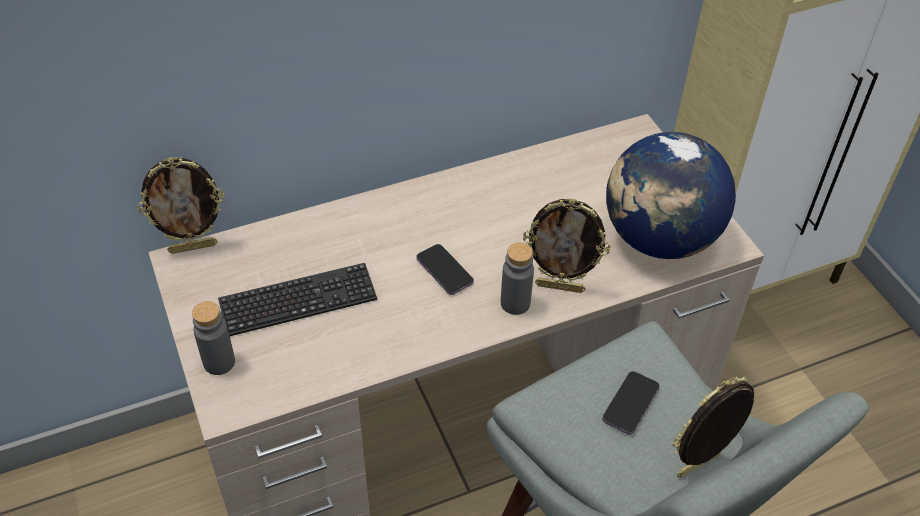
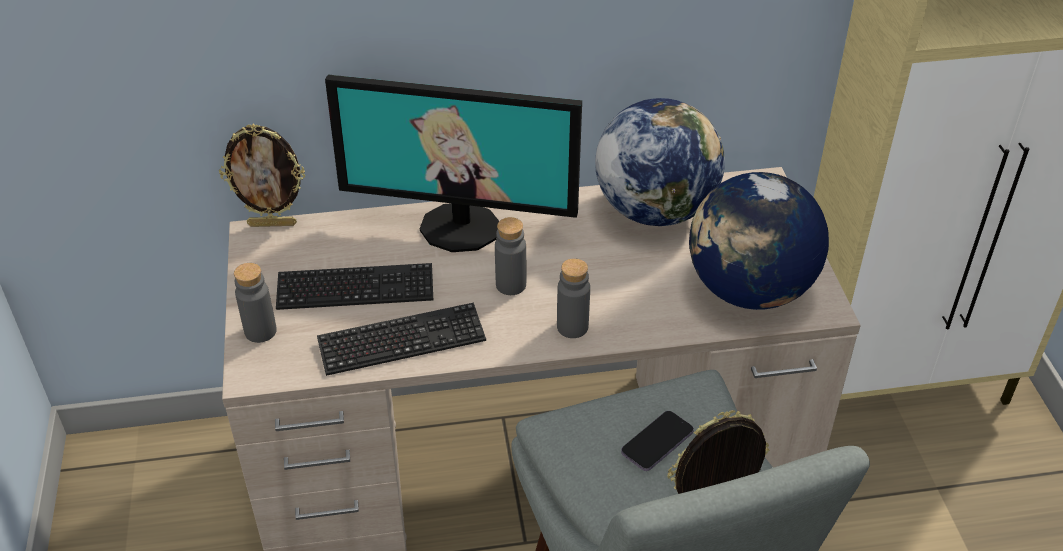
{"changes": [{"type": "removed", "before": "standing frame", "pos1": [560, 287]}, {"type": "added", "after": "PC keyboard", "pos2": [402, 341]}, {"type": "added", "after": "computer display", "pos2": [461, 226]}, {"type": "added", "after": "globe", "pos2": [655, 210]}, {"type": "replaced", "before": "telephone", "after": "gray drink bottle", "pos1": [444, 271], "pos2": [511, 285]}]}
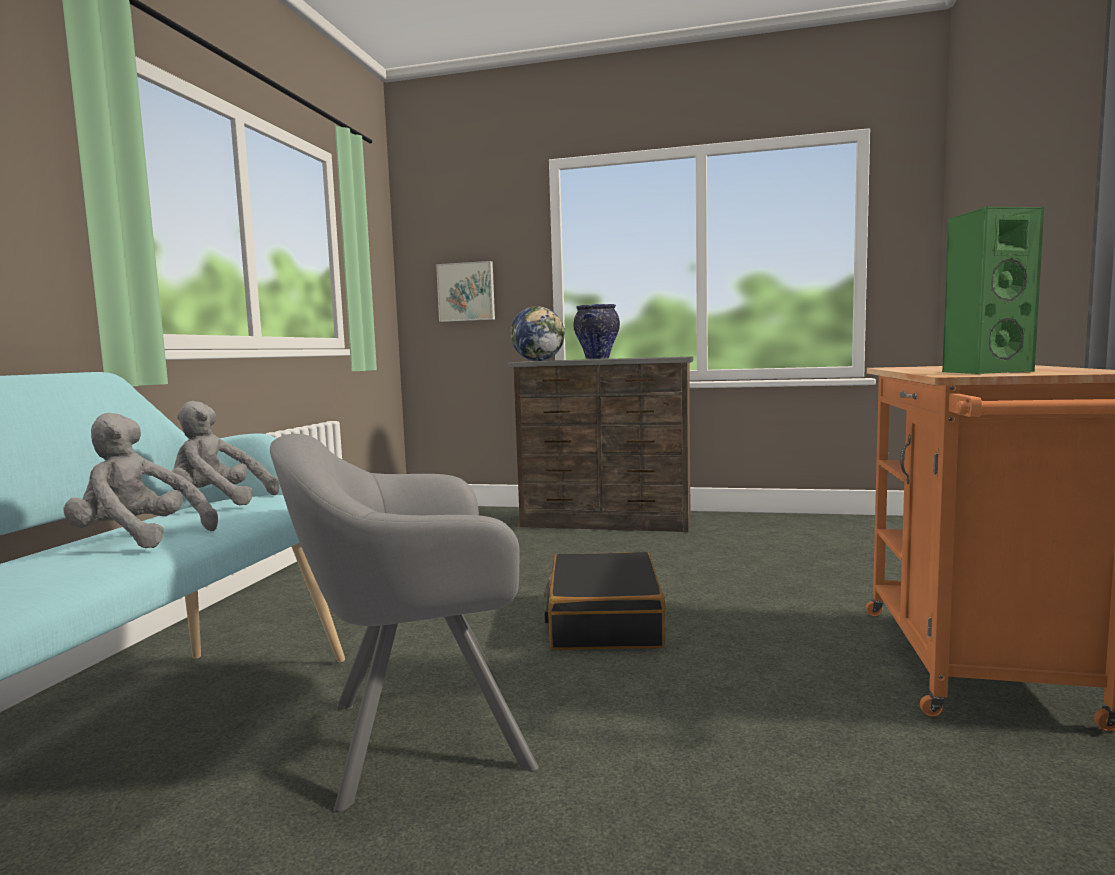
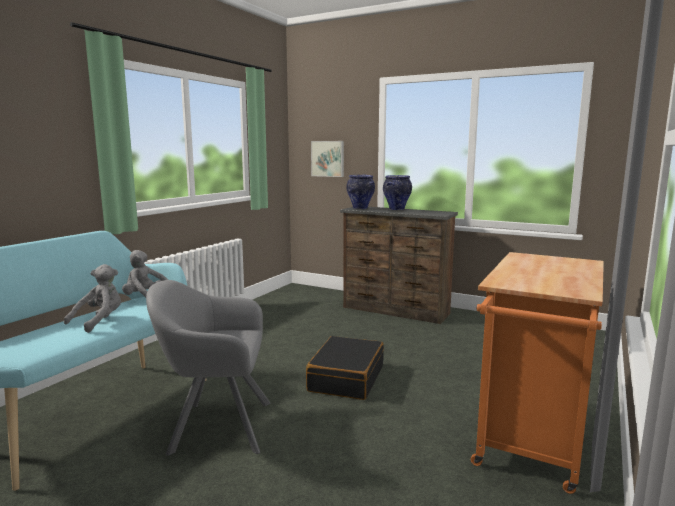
{"changes": [{"type": "removed", "before": "green-coloured audio speaker", "pos1": [983, 372]}, {"type": "replaced", "before": "globe", "after": "flower vase", "pos1": [538, 360], "pos2": [360, 208]}, {"type": "turned", "before": "gray plush toy", "pos1": [138, 539], "pos2": [100, 321], "turn": 90}]}
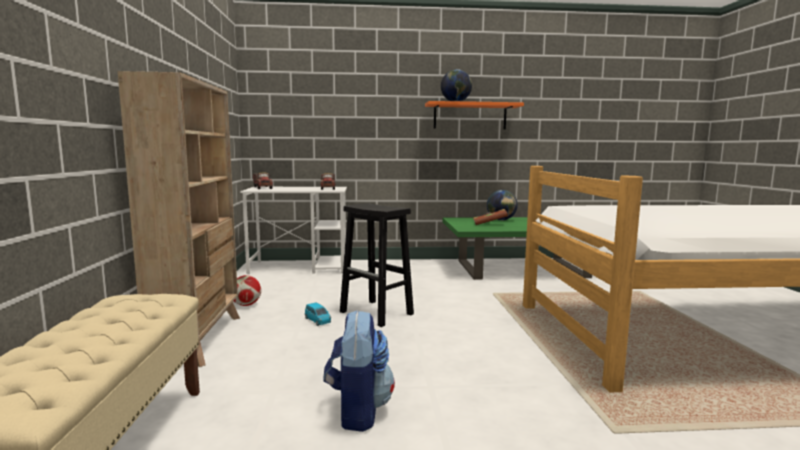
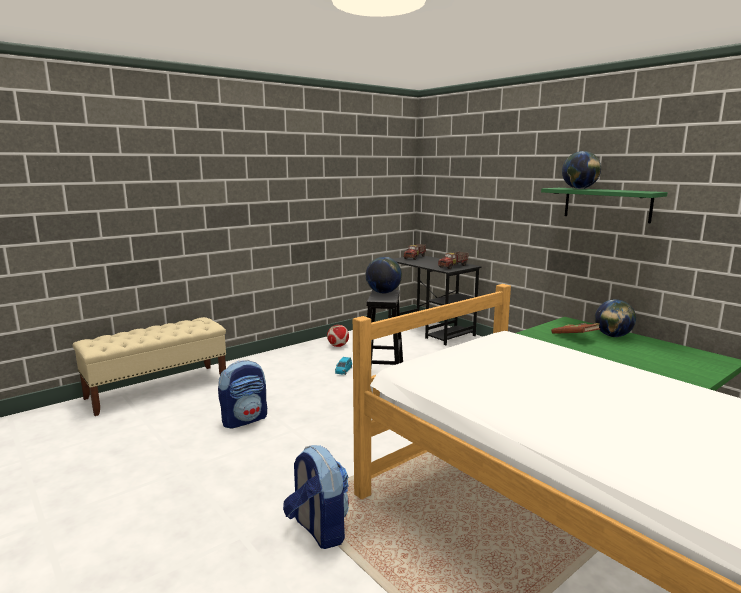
{"changes": [{"type": "removed", "before": "beige-coloured bookcase", "pos1": [199, 339]}, {"type": "added", "after": "rucksack", "pos2": [318, 529]}, {"type": "added", "after": "globe", "pos2": [383, 293]}, {"type": "recoloured", "before": "white-coloured desk table", "after": "black desk table", "pos1": [300, 267], "pos2": [431, 330]}, {"type": "recoloured", "before": "orange wall shelf", "after": "green-coloured wall shelf", "pos1": [470, 116], "pos2": [606, 204]}]}
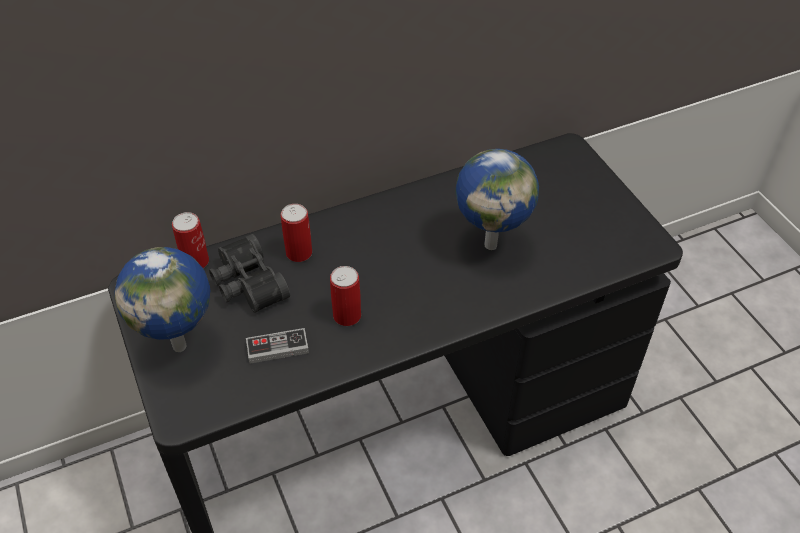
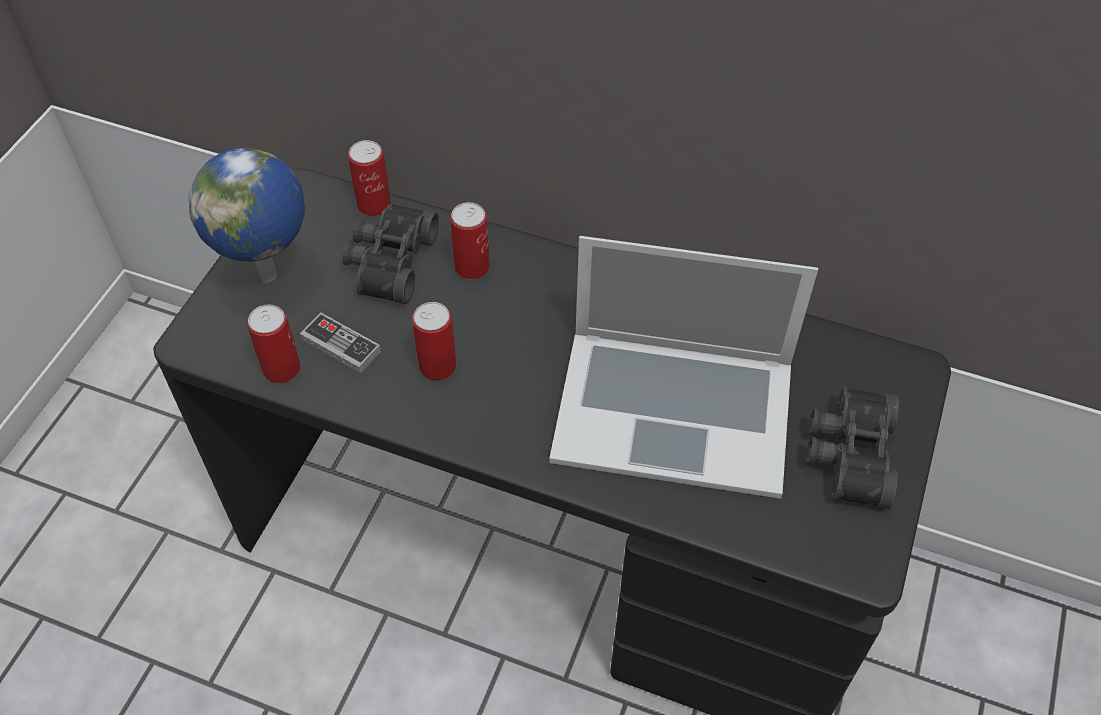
{"changes": [{"type": "added", "after": "can", "pos2": [281, 368]}, {"type": "added", "after": "black pair of binoculars", "pos2": [847, 454]}, {"type": "replaced", "before": "globe", "after": "portable computer", "pos1": [491, 244], "pos2": [673, 409]}]}
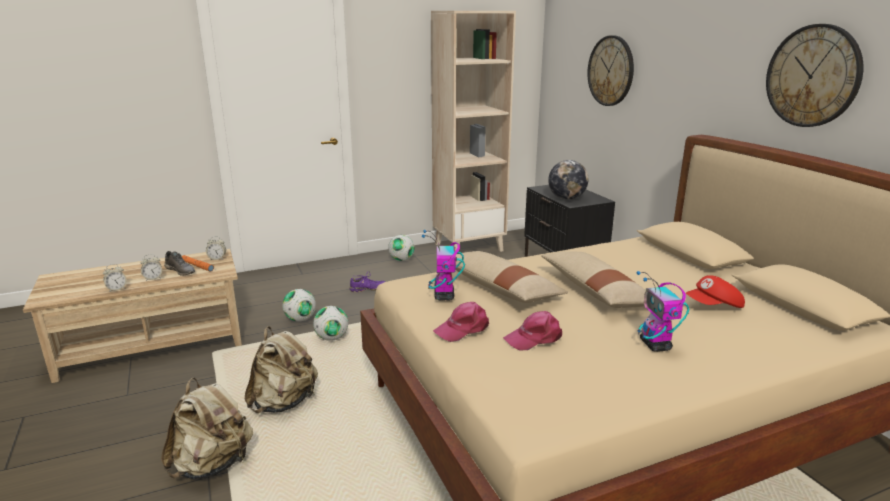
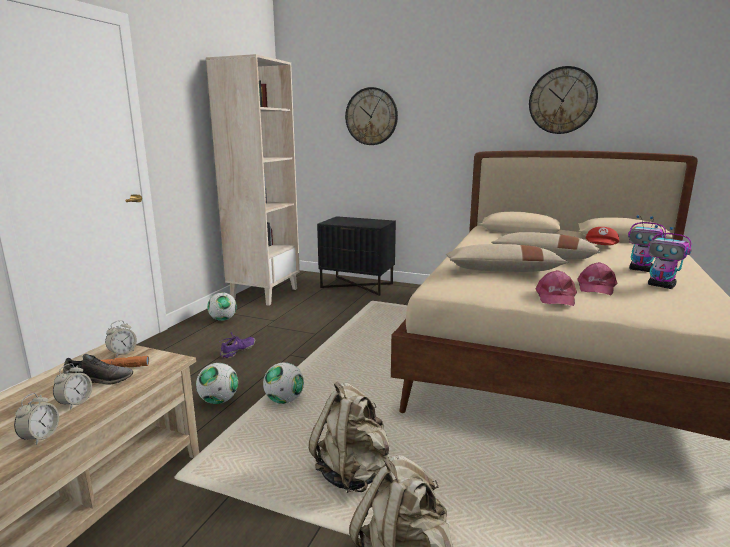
{"changes": [{"type": "removed", "before": "globe", "pos1": [566, 198]}, {"type": "moved", "before": "robot figure", "pos1": [444, 296], "pos2": [662, 286]}]}
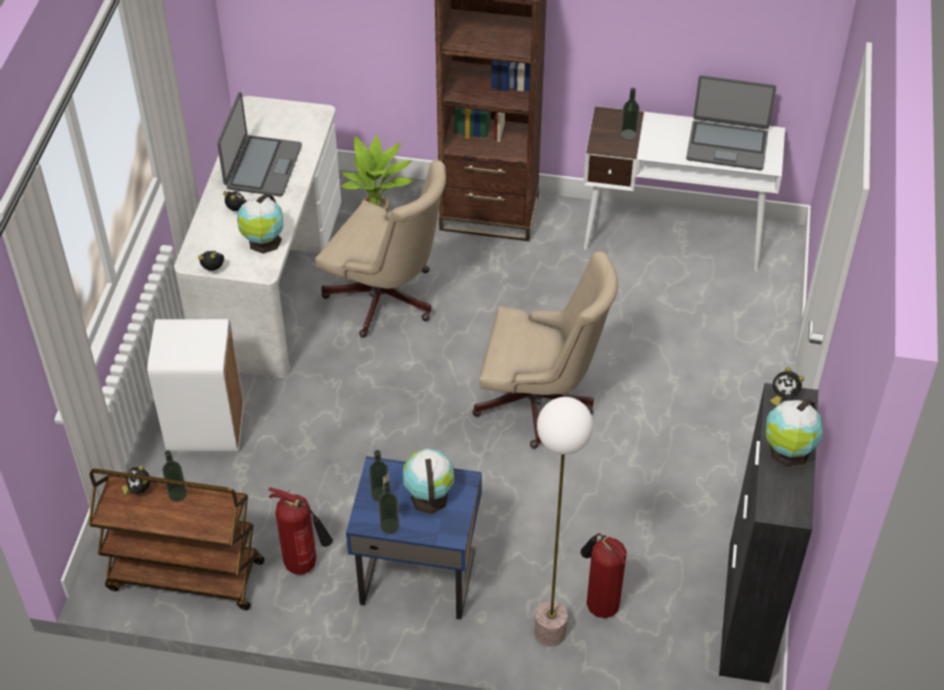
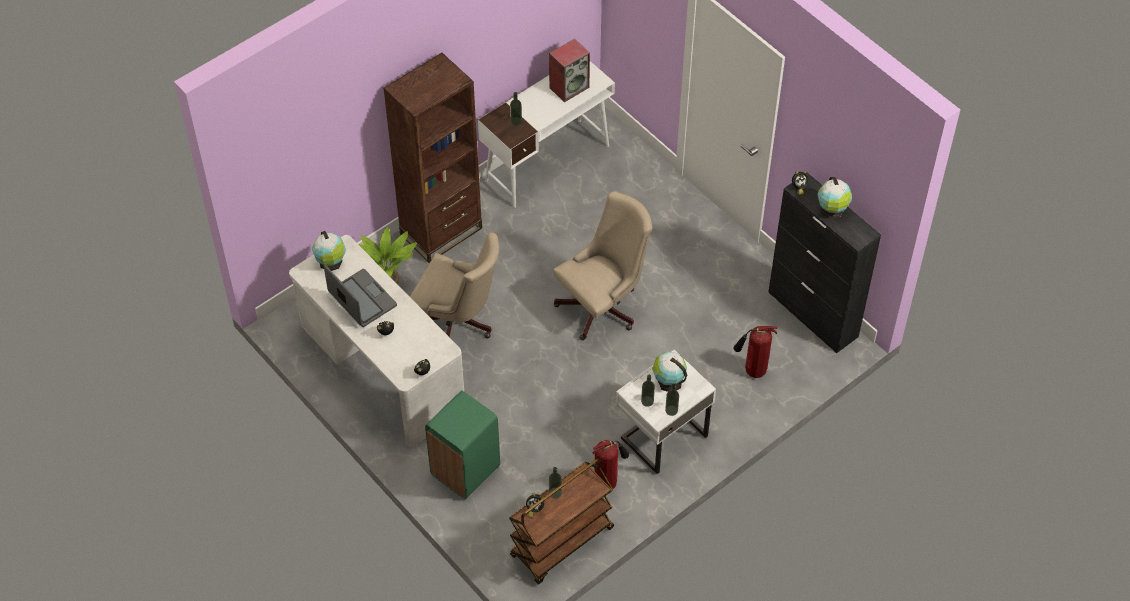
{"changes": [{"type": "removed", "before": "floor lamp", "pos1": [550, 633]}, {"type": "moved", "before": "globe", "pos1": [264, 242], "pos2": [331, 263]}, {"type": "replaced", "before": "portable computer", "after": "audio speaker", "pos1": [727, 145], "pos2": [569, 87]}, {"type": "recoloured", "before": "white-coloured trash can", "after": "green-coloured trash can", "pos1": [205, 427], "pos2": [464, 470]}, {"type": "recoloured", "before": "blue night table", "after": "white-coloured night table", "pos1": [418, 575], "pos2": [662, 436]}, {"type": "turned", "before": "beige-coloured desk chair", "pos1": [387, 300], "pos2": [457, 323], "turn": 45}]}
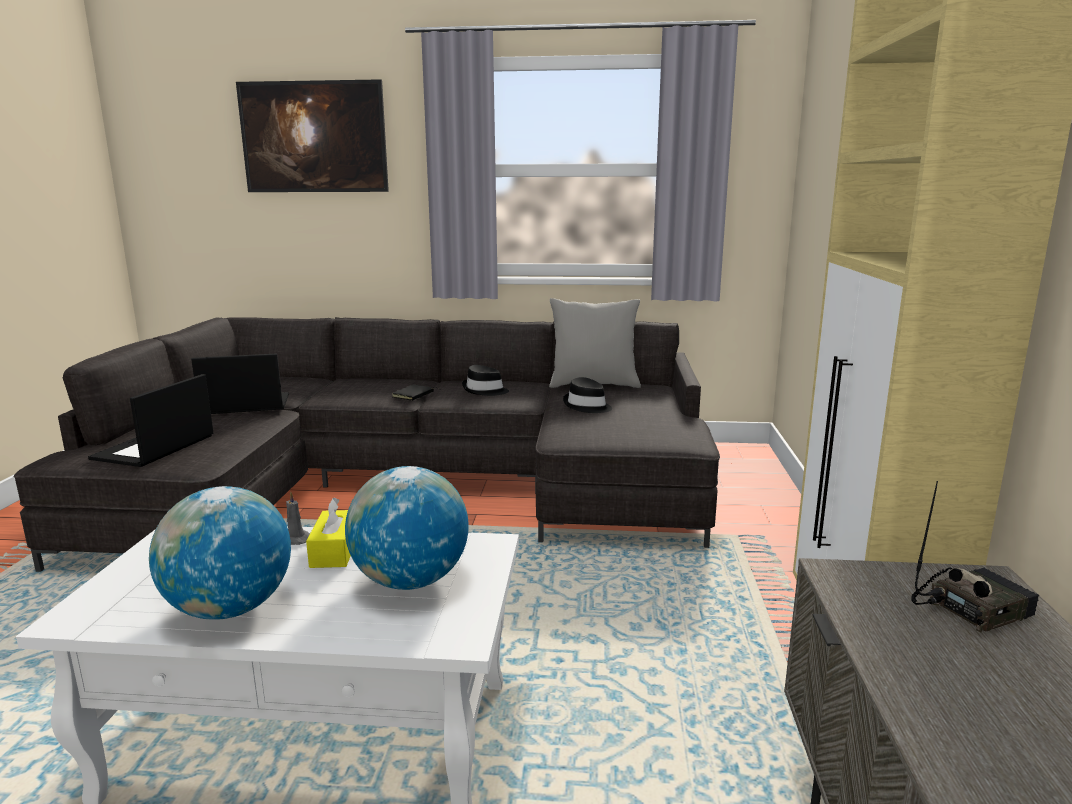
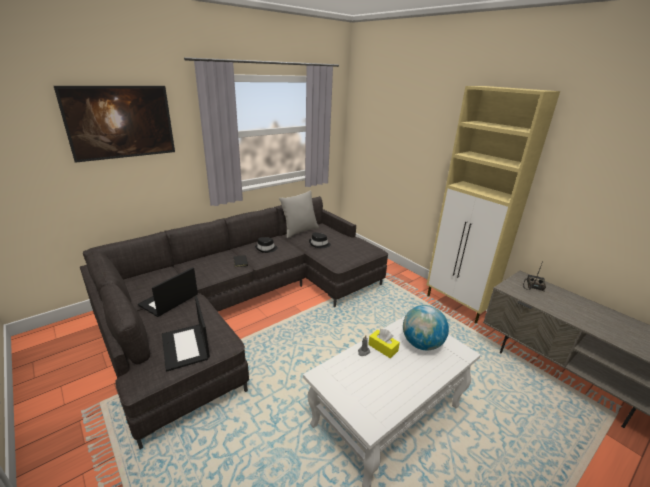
{"changes": [{"type": "removed", "before": "globe", "pos1": [229, 608]}]}
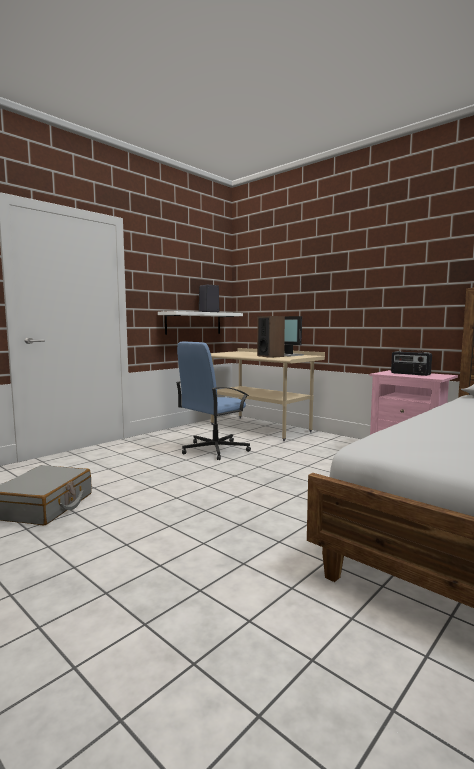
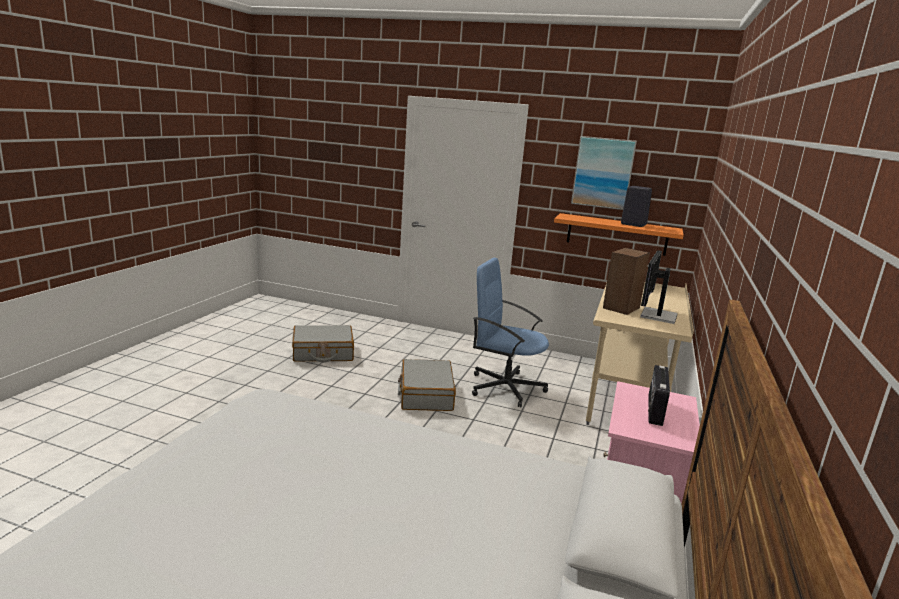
{"changes": [{"type": "added", "after": "gray piece of luggage", "pos2": [425, 395]}, {"type": "added", "after": "wall art", "pos2": [603, 172]}, {"type": "recoloured", "before": "white-coloured wall shelf", "after": "orange wall shelf", "pos1": [193, 323], "pos2": [617, 234]}]}
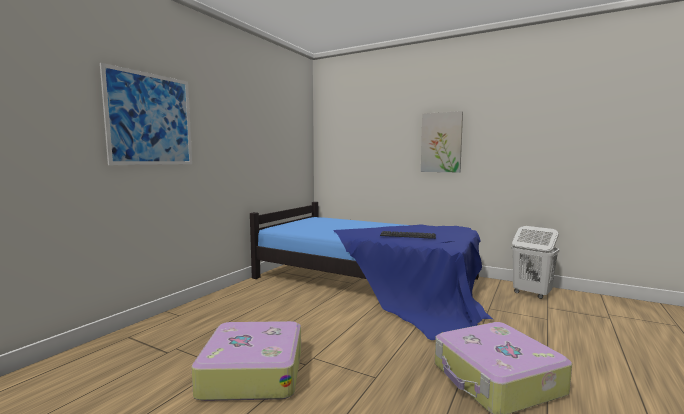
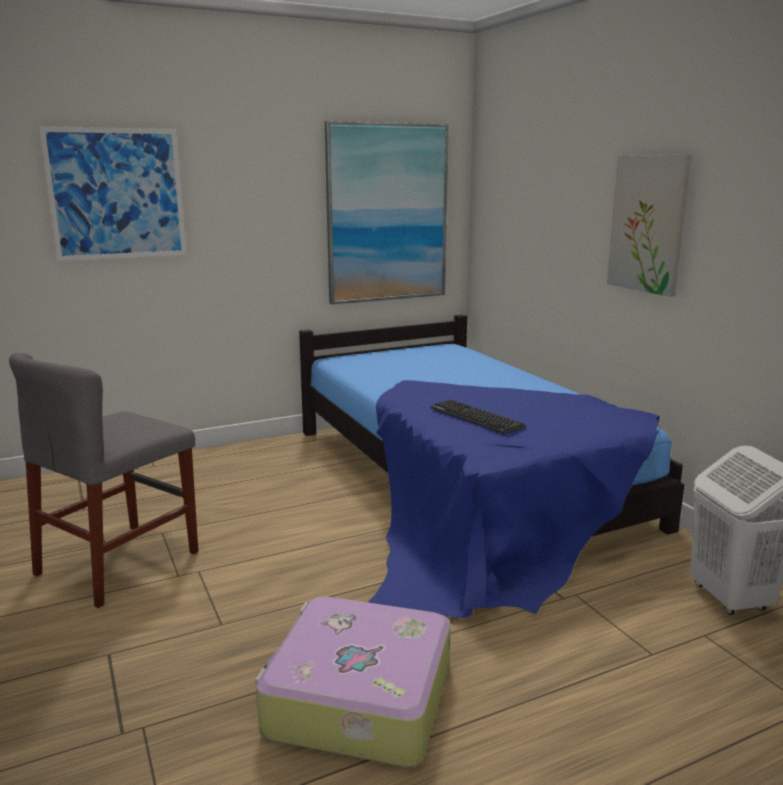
{"changes": [{"type": "added", "after": "wall art", "pos2": [387, 213]}, {"type": "replaced", "before": "piece of luggage", "after": "gray chair", "pos1": [252, 372], "pos2": [118, 563]}]}
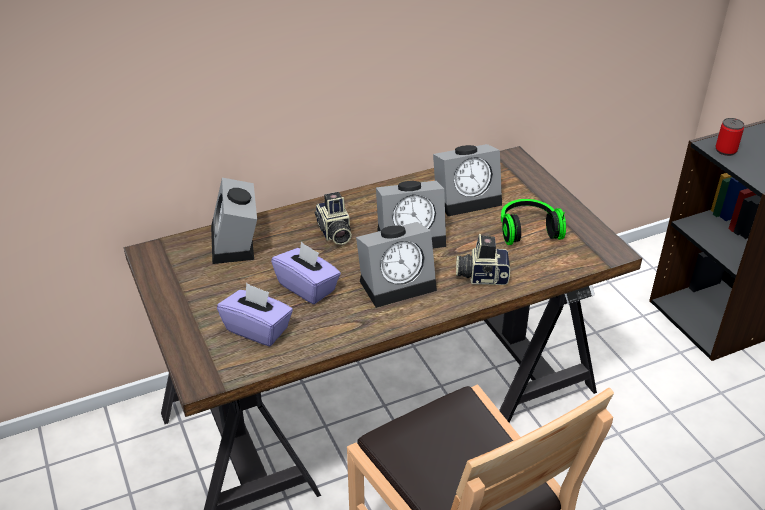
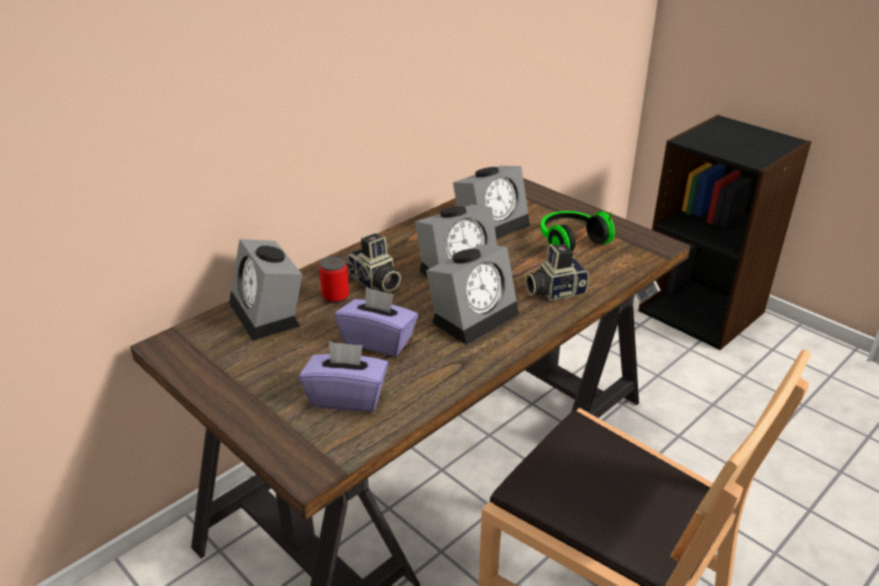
{"changes": [{"type": "moved", "before": "can", "pos1": [725, 150], "pos2": [335, 296]}]}
